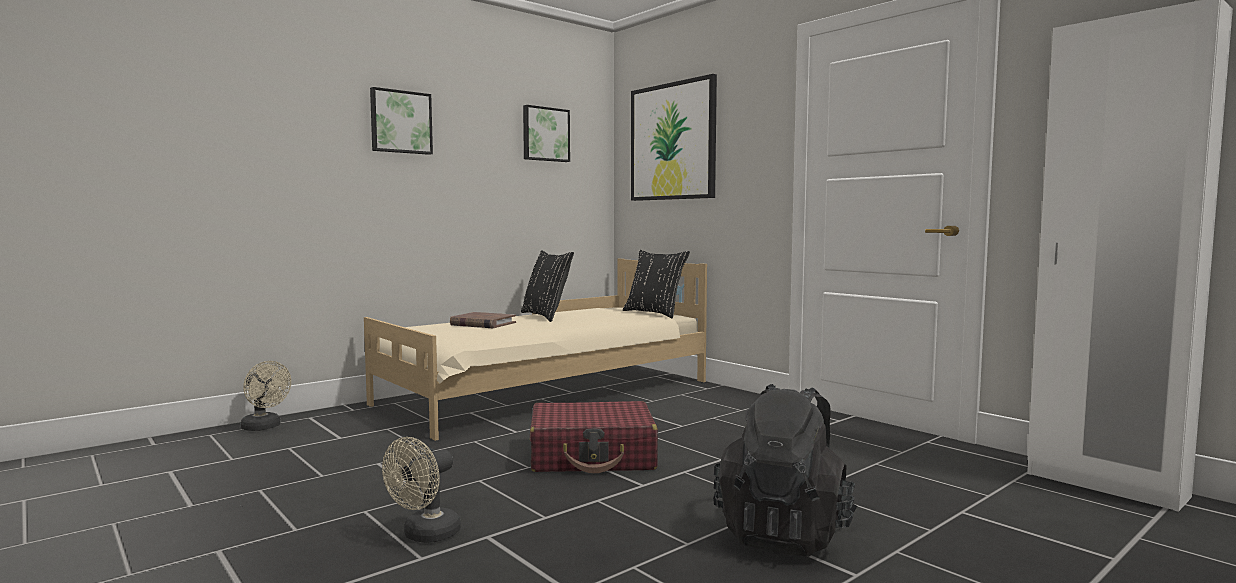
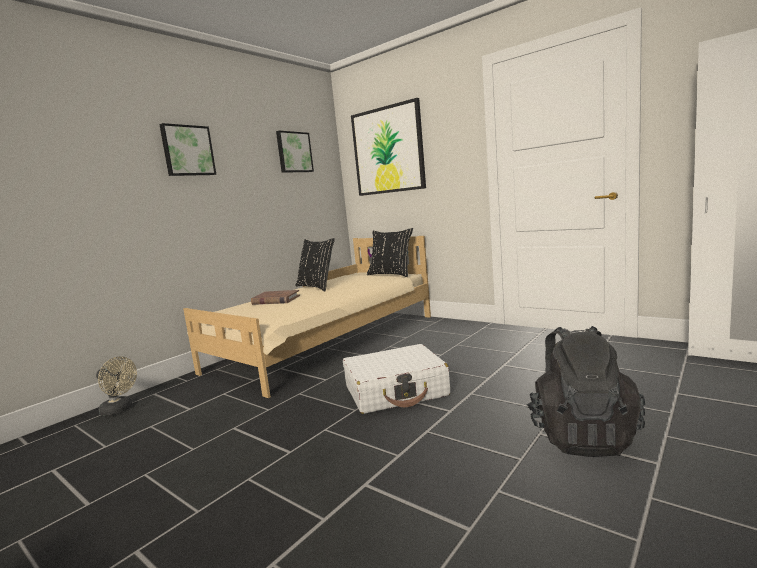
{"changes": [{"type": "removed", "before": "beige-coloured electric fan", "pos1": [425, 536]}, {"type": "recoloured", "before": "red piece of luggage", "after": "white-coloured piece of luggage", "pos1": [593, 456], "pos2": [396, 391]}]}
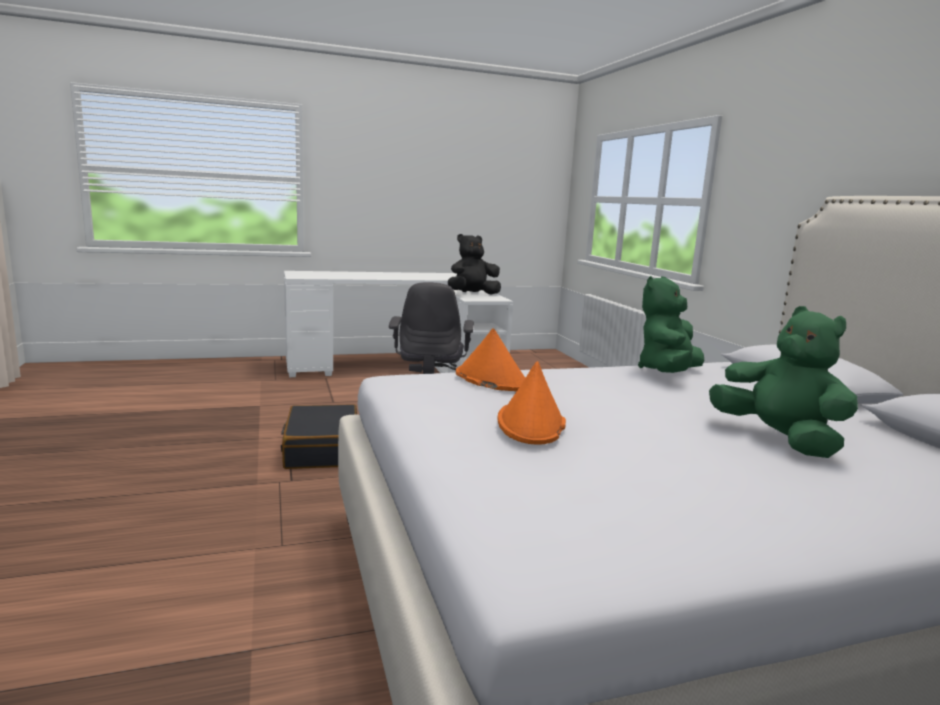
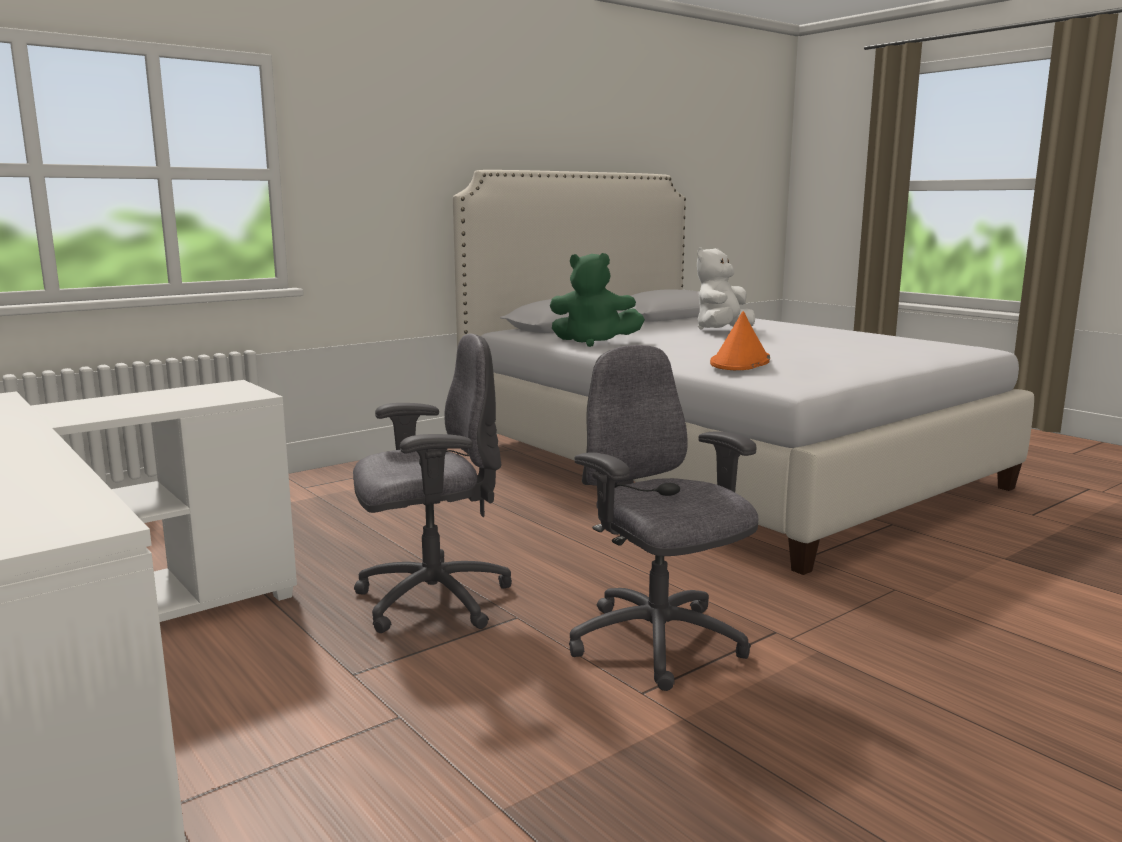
{"changes": [{"type": "removed", "before": "black plush toy", "pos1": [472, 294]}, {"type": "removed", "before": "orange hat", "pos1": [531, 423]}, {"type": "replaced", "before": "black piece of luggage", "after": "gray desk chair", "pos1": [321, 450], "pos2": [658, 644]}, {"type": "recoloured", "before": "green-coloured plush toy", "after": "white-coloured plush toy", "pos1": [778, 439], "pos2": [722, 331]}]}
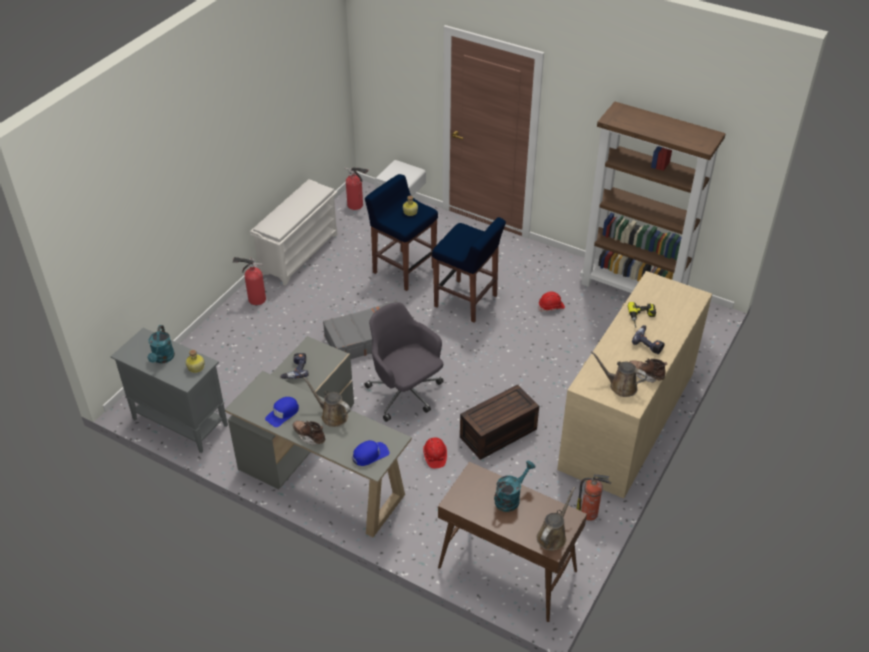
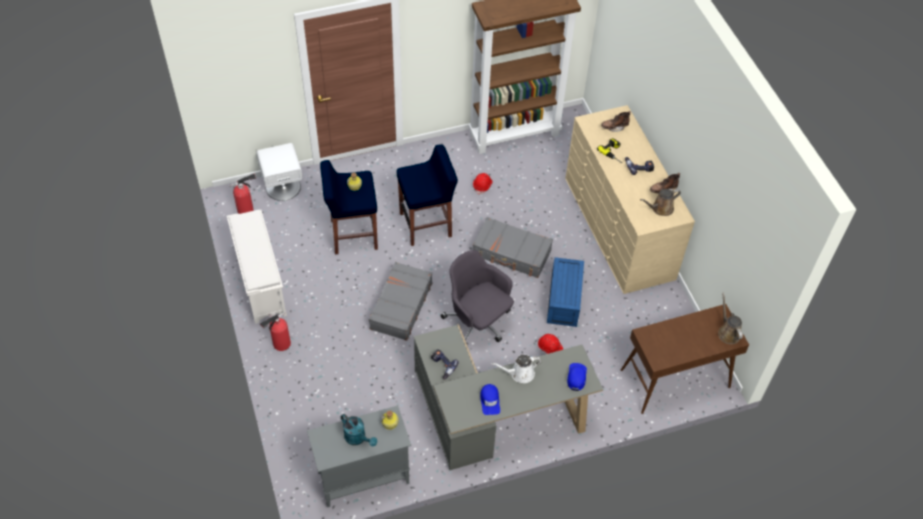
{"changes": [{"type": "removed", "before": "blue-green watering pot", "pos1": [510, 498]}, {"type": "removed", "before": "extinguisher", "pos1": [590, 514]}, {"type": "added", "after": "gray piece of luggage", "pos2": [511, 253]}, {"type": "moved", "before": "brown high-top boot", "pos1": [309, 436], "pos2": [614, 127]}, {"type": "recoloured", "before": "brown watering pot", "after": "white-coloured watering pot", "pos1": [332, 415], "pos2": [520, 374]}, {"type": "recoloured", "before": "brown storage container", "after": "blue storage container", "pos1": [498, 434], "pos2": [564, 301]}, {"type": "turned", "before": "gray desk chair", "pos1": [405, 394], "pos2": [477, 323], "turn": 45}]}
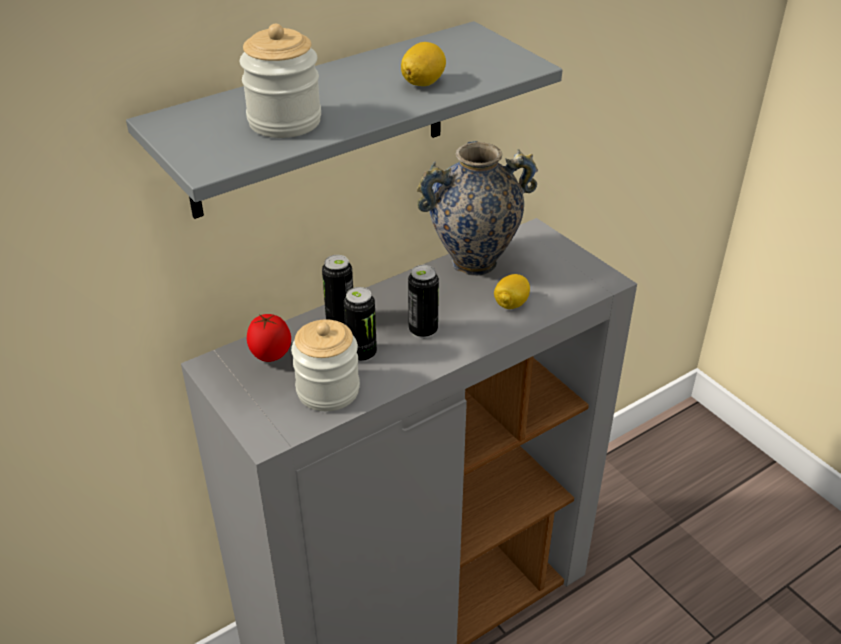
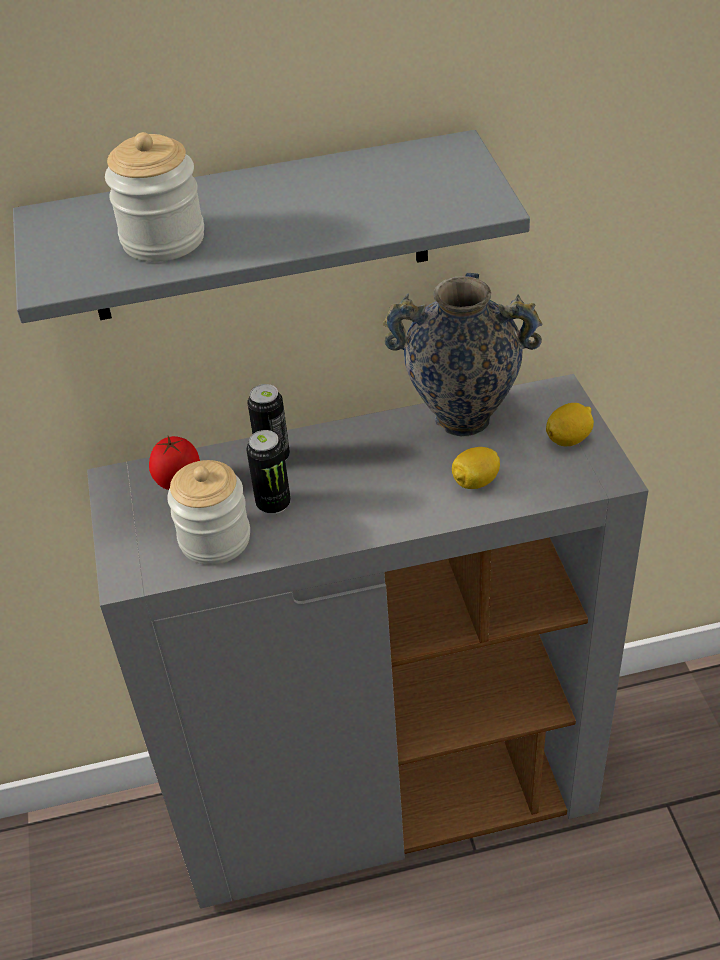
{"changes": [{"type": "removed", "before": "can", "pos1": [423, 330]}, {"type": "moved", "before": "citrus fruit", "pos1": [423, 82], "pos2": [568, 439]}]}
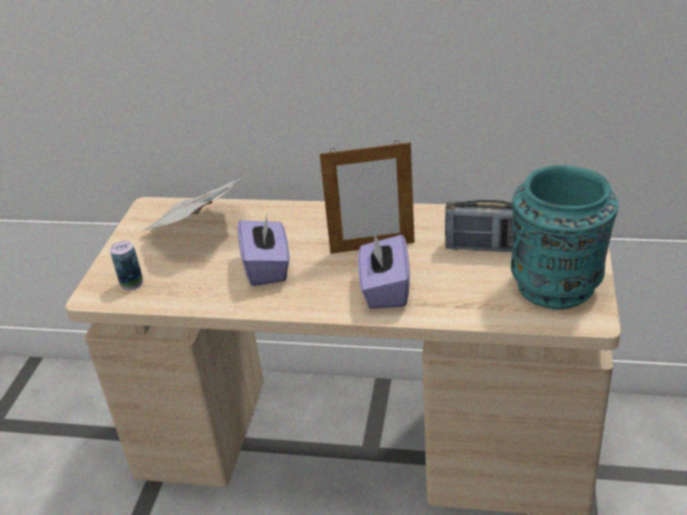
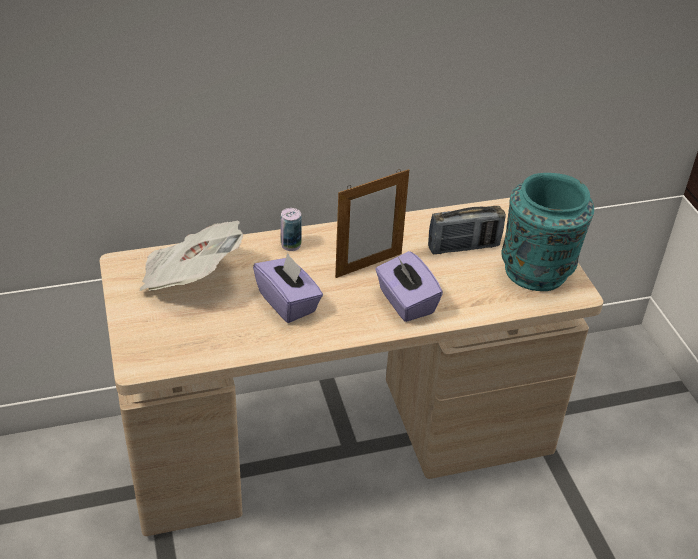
{"changes": [{"type": "moved", "before": "can", "pos1": [132, 283], "pos2": [291, 245]}]}
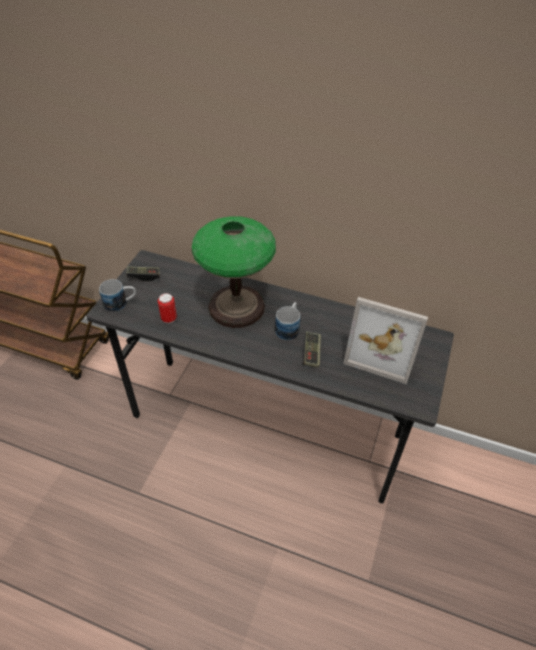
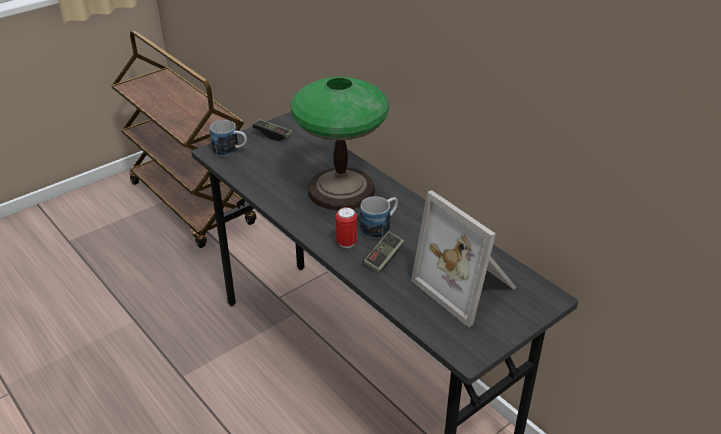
{"changes": [{"type": "moved", "before": "can", "pos1": [169, 319], "pos2": [346, 243]}]}
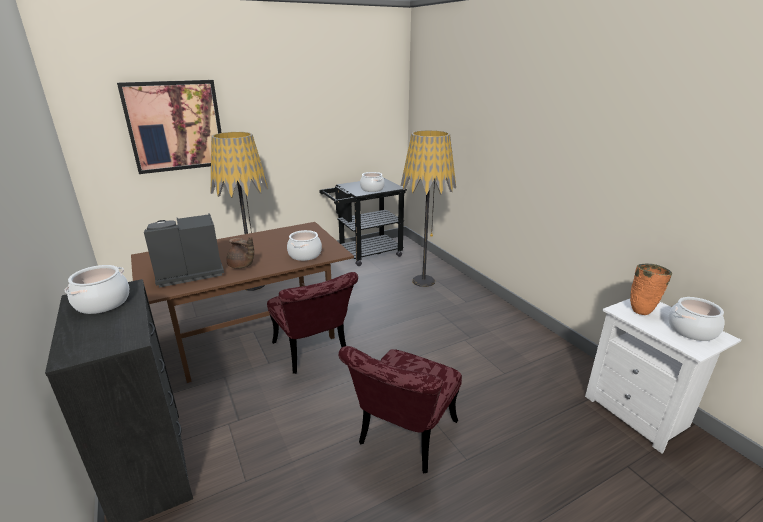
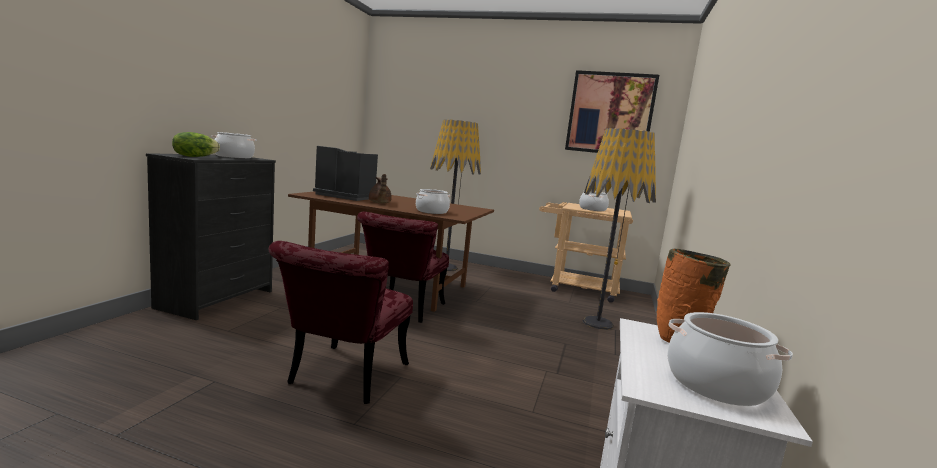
{"changes": [{"type": "added", "after": "lettuce head", "pos2": [194, 157]}, {"type": "moved", "before": "wall art", "pos1": [175, 126], "pos2": [610, 114]}, {"type": "recoloured", "before": "black wheeled cart", "after": "beige-coloured wheeled cart", "pos1": [365, 254], "pos2": [576, 288]}, {"type": "turned", "before": "red chair", "pos1": [403, 439], "pos2": [343, 379], "turn": -60}]}
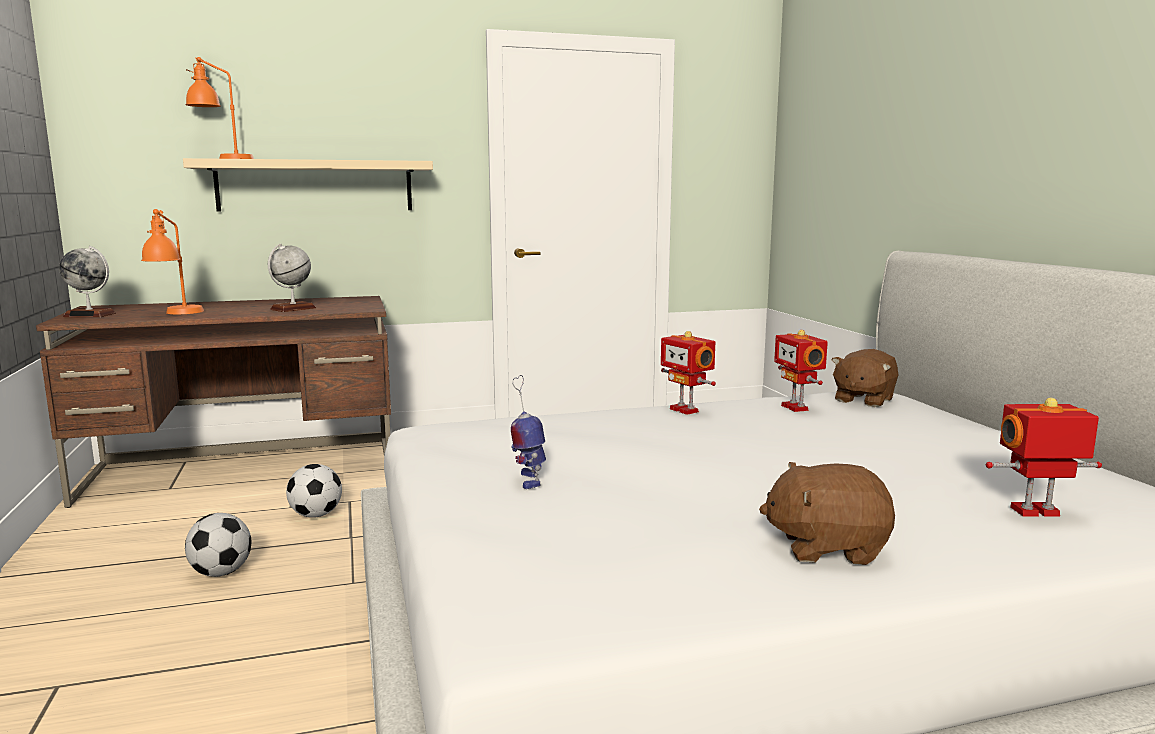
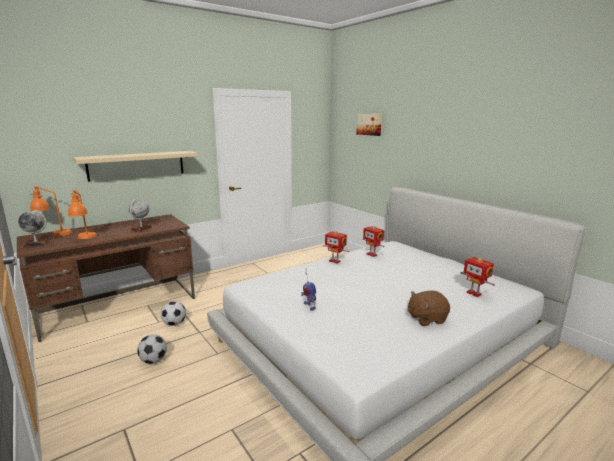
{"changes": [{"type": "removed", "before": "brown plush toy", "pos1": [863, 400]}, {"type": "added", "after": "wall art", "pos2": [369, 124]}, {"type": "moved", "before": "orange tabletop lamp", "pos1": [222, 159], "pos2": [53, 234]}, {"type": "turned", "before": "robot figure", "pos1": [1036, 512], "pos2": [474, 293], "turn": -105}]}
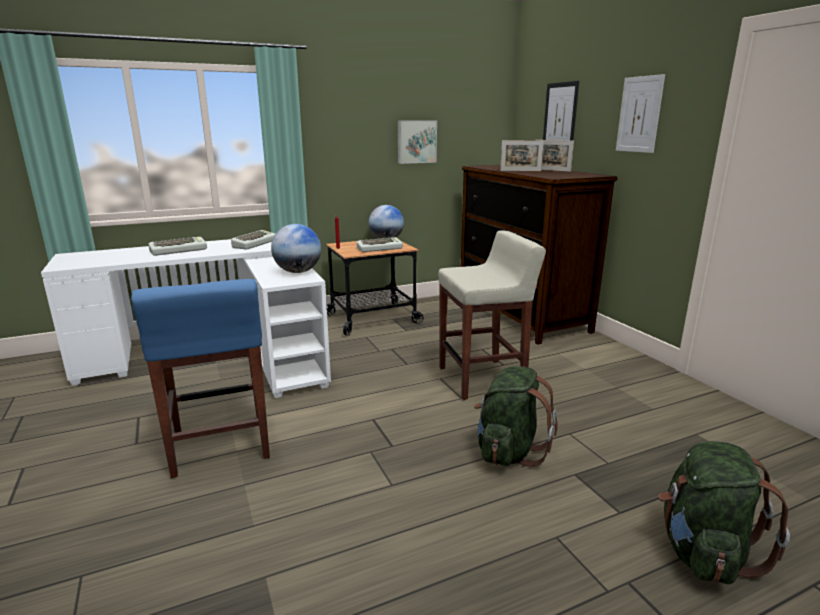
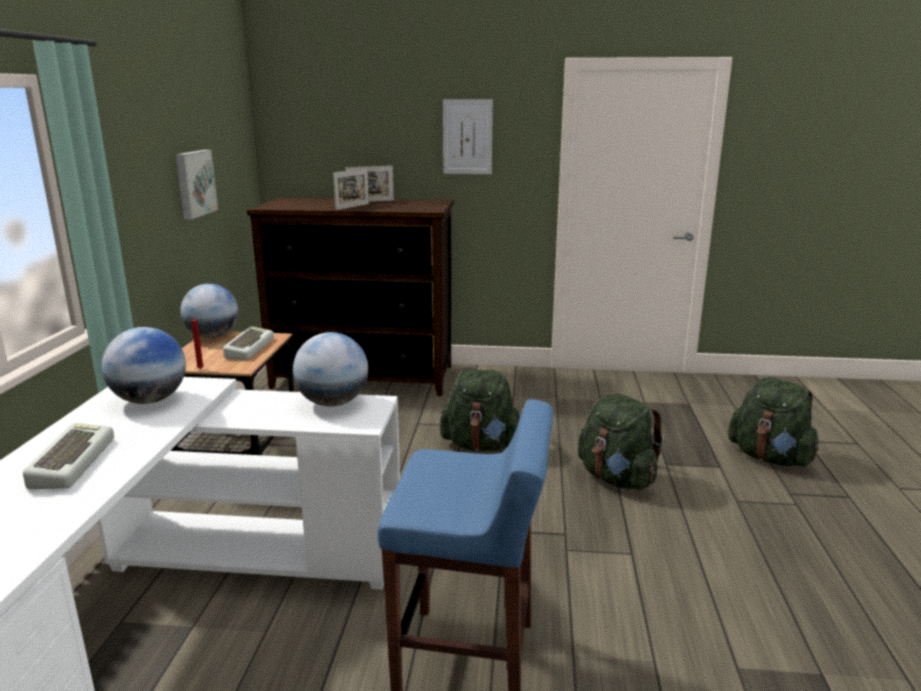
{"changes": [{"type": "removed", "before": "wall art", "pos1": [560, 117]}, {"type": "replaced", "before": "PC keyboard", "after": "globe", "pos1": [254, 244], "pos2": [150, 400]}, {"type": "replaced", "before": "beige-coloured stool", "after": "green-coloured rucksack", "pos1": [482, 379], "pos2": [481, 445]}]}
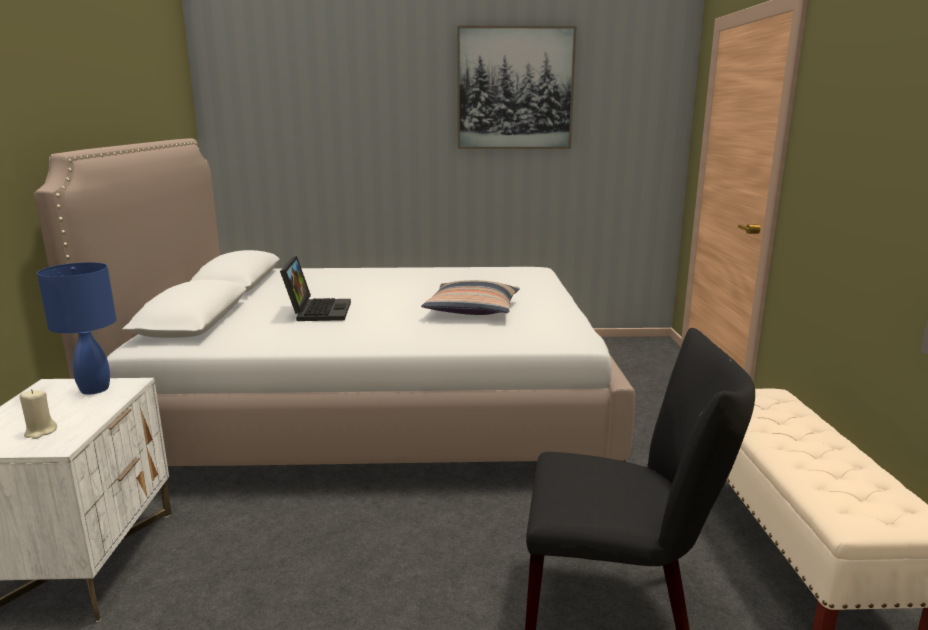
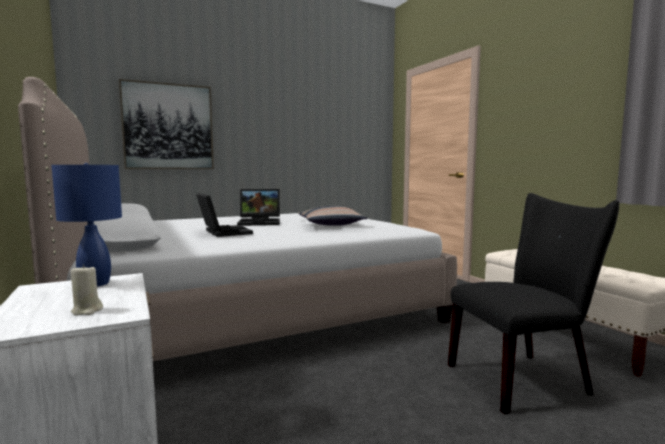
{"changes": [{"type": "added", "after": "portable computer", "pos2": [261, 222]}, {"type": "moved", "before": "wall art", "pos1": [515, 89], "pos2": [168, 127]}]}
